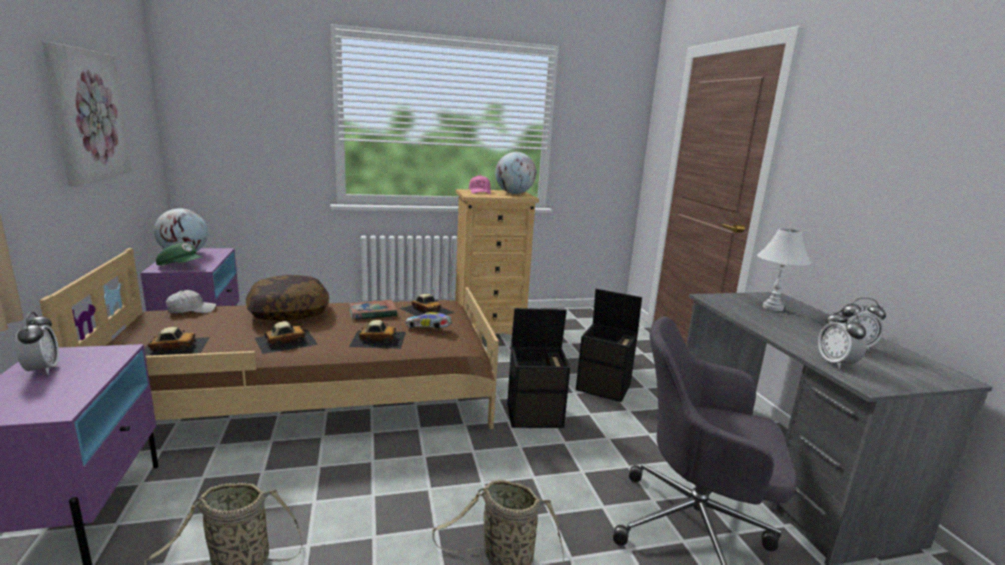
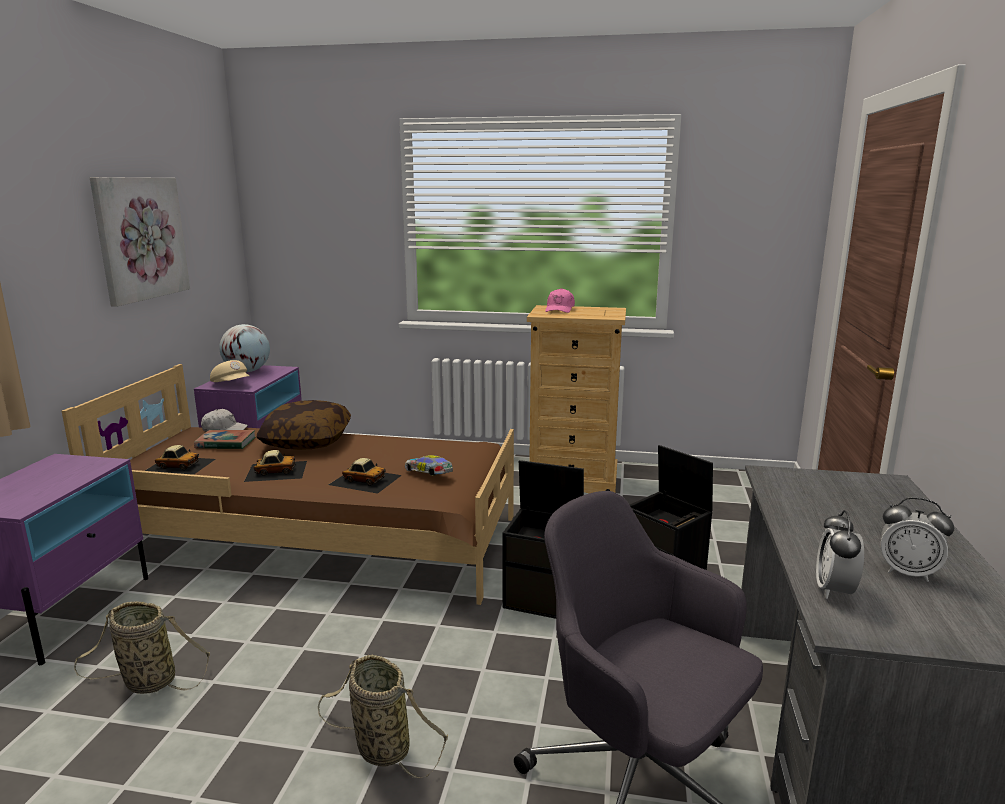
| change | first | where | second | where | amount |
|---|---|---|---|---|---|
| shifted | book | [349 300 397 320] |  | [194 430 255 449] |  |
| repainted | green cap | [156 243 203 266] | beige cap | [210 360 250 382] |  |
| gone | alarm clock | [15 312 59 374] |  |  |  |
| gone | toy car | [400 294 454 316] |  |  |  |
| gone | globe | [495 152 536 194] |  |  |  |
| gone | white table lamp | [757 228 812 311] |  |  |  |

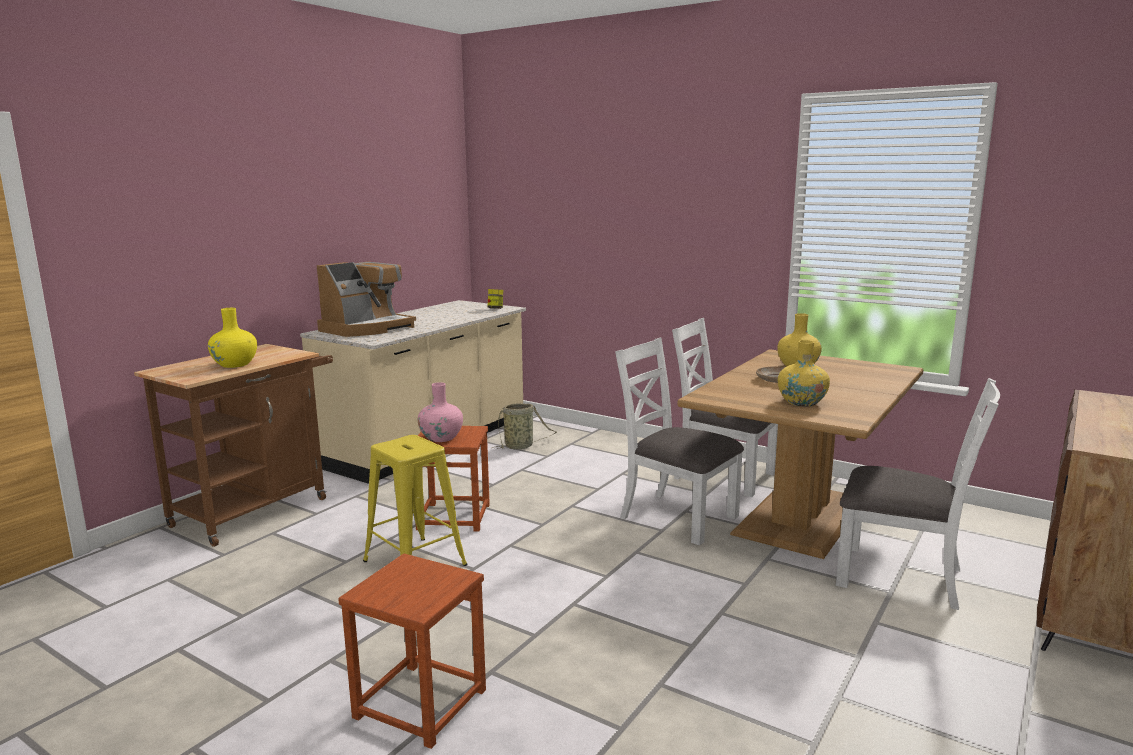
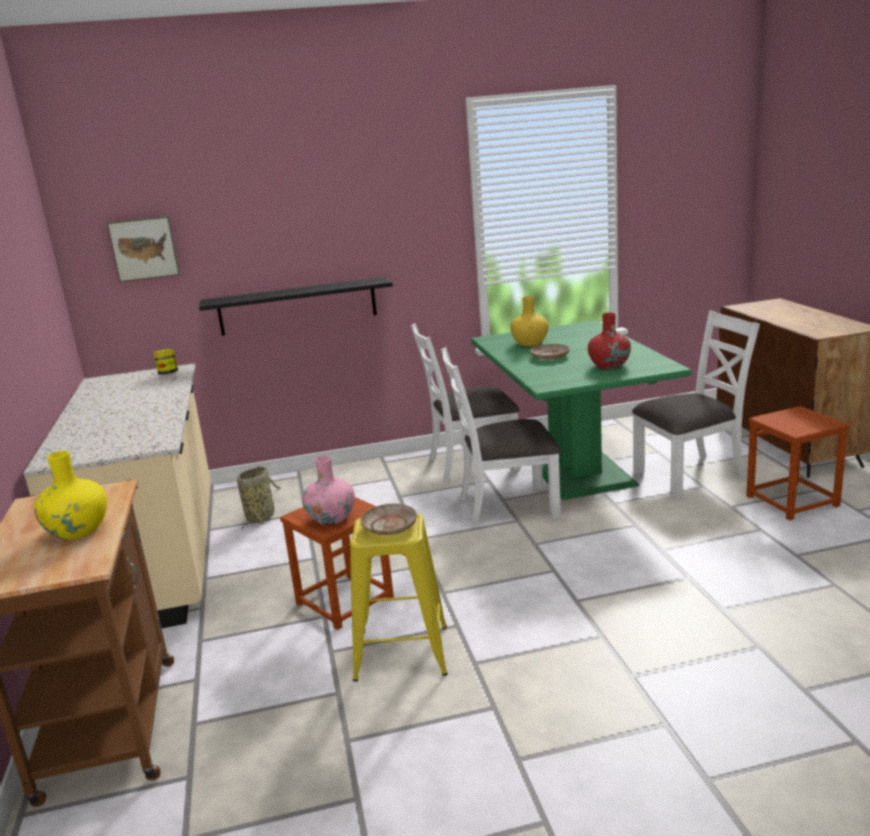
| change | first | where | second | where | amount |
|---|---|---|---|---|---|
| new |  |  | picture | [107 216 180 282] |  |
| new |  |  | black shelf | [199 277 393 336] |  |
| new |  |  | beige plate | [360 503 417 535] |  |
| repainted | brown dining table | [678 349 924 559] | green dining table | [471 321 692 500] |  |
| repainted | yellow vase | [778 340 830 406] | red vase | [588 313 631 369] |  |
| shifted | brown stool | [338 553 486 749] |  | [746 406 850 521] |  |
| gone | coffee machine | [317 262 416 337] |  |  |  |

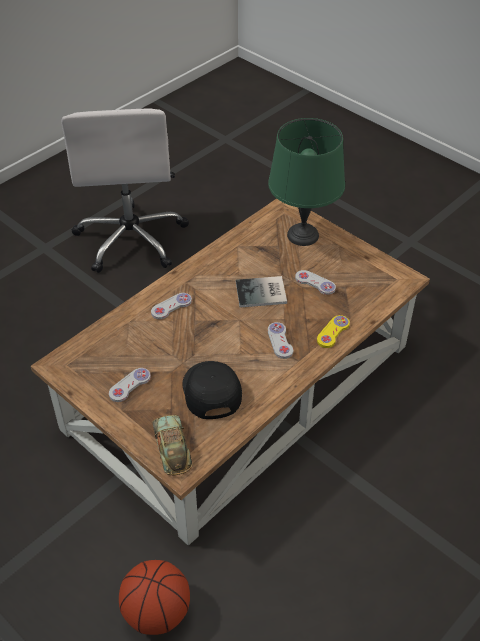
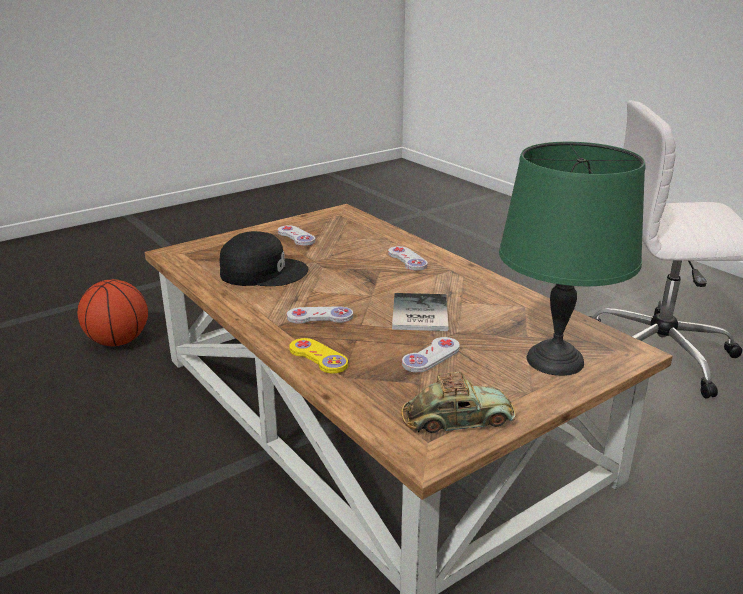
| change | first | where | second | where | amount |
|---|---|---|---|---|---|
| shifted | toy car | [152 415 192 475] |  | [401 372 516 433] |  |

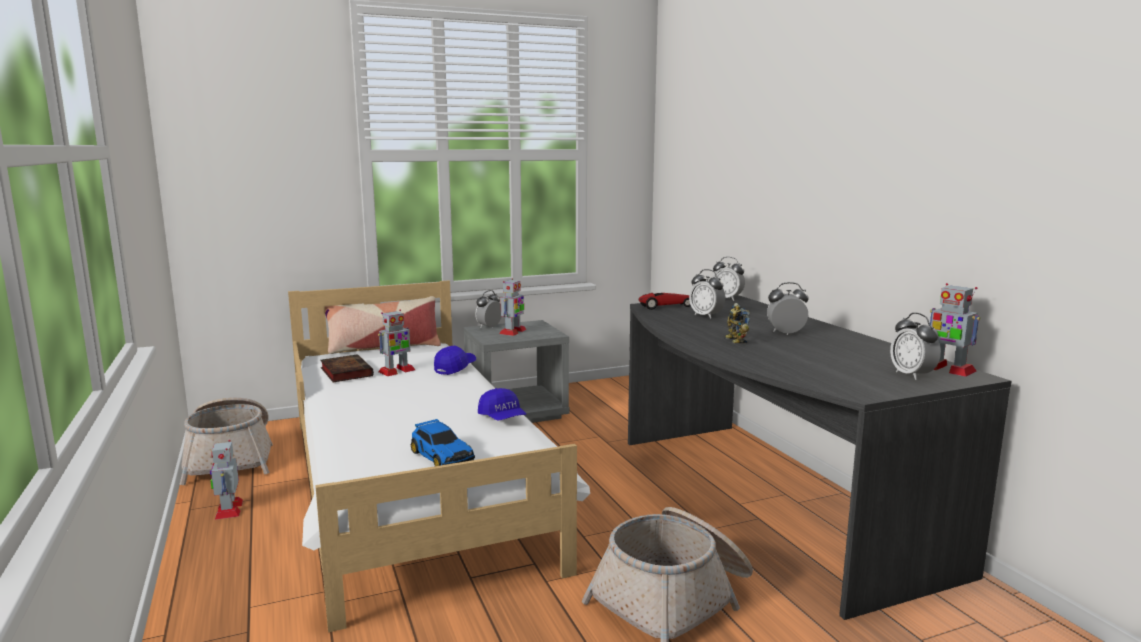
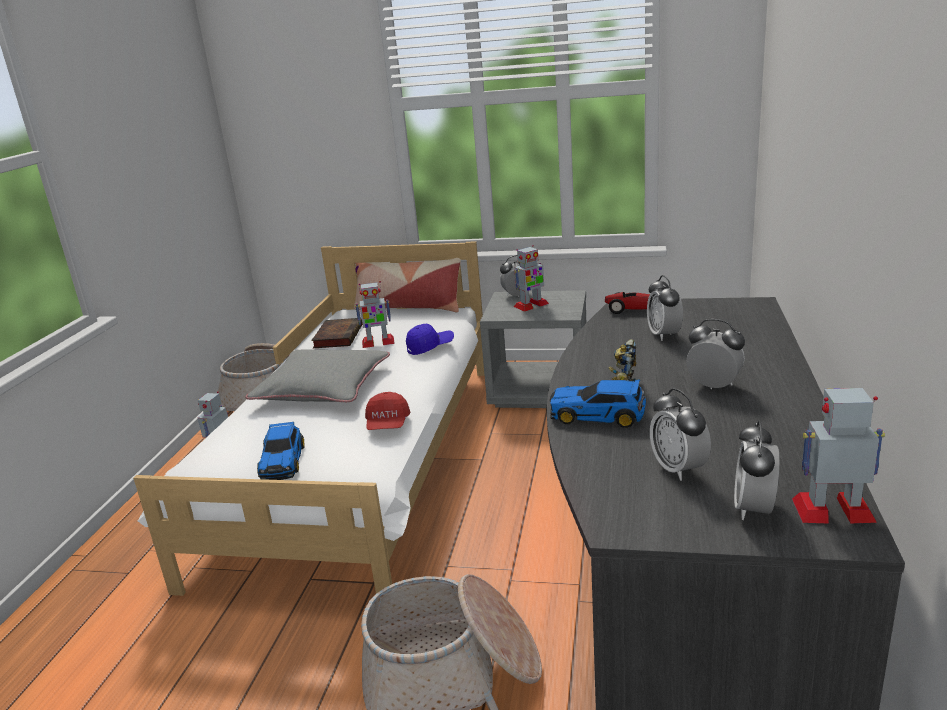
| change | first | where | second | where | amount |
|---|---|---|---|---|---|
| new |  |  | grey pillow | [245 349 390 402] |  |
| repainted | blue cap | [478 388 526 420] | red cap | [365 392 410 430] |  |
| new |  |  | toy car | [550 379 646 428] |  |
| shifted | alarm clock | [712 257 745 301] |  | [650 388 711 481] |  |
| rotated | toy robot | [930 283 980 377] |  | [792 388 885 523] | 105 degrees clockwise |

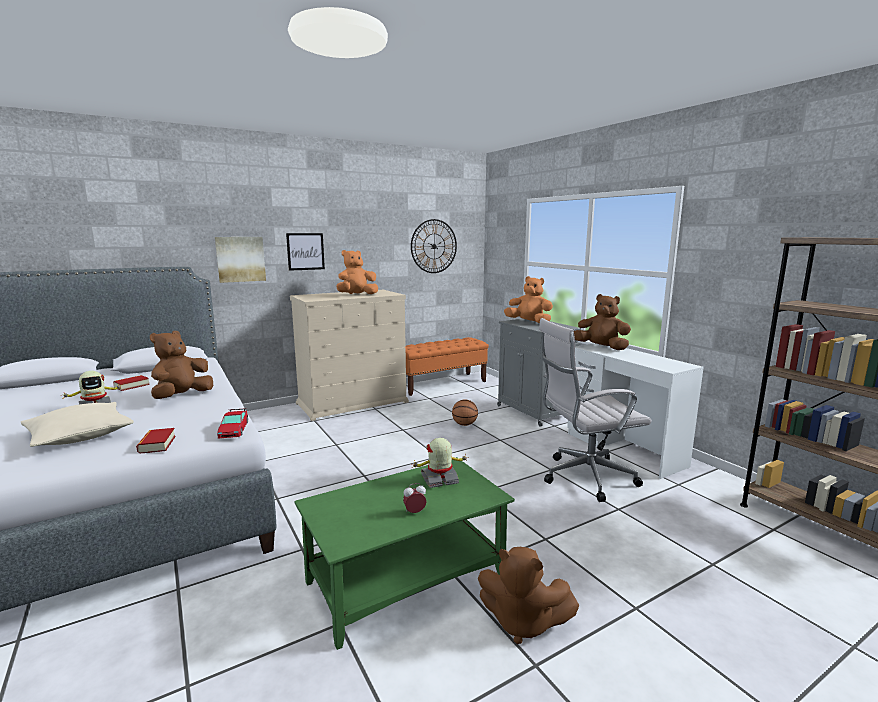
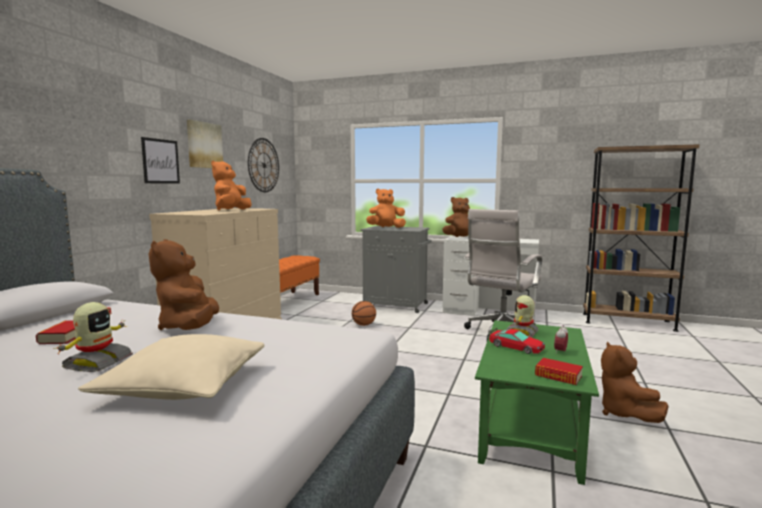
| change | first | where | second | where | amount |
|---|---|---|---|---|---|
| shifted | picture | [215 237 266 283] |  | [187 120 223 168] |  |
| shifted | toy car | [217 409 248 439] |  | [489 328 545 354] |  |
| shifted | book | [136 428 176 454] |  | [535 358 583 385] |  |
| rotated | brown plush toy | [478 547 579 644] |  | [601 341 669 423] | 105 degrees clockwise |

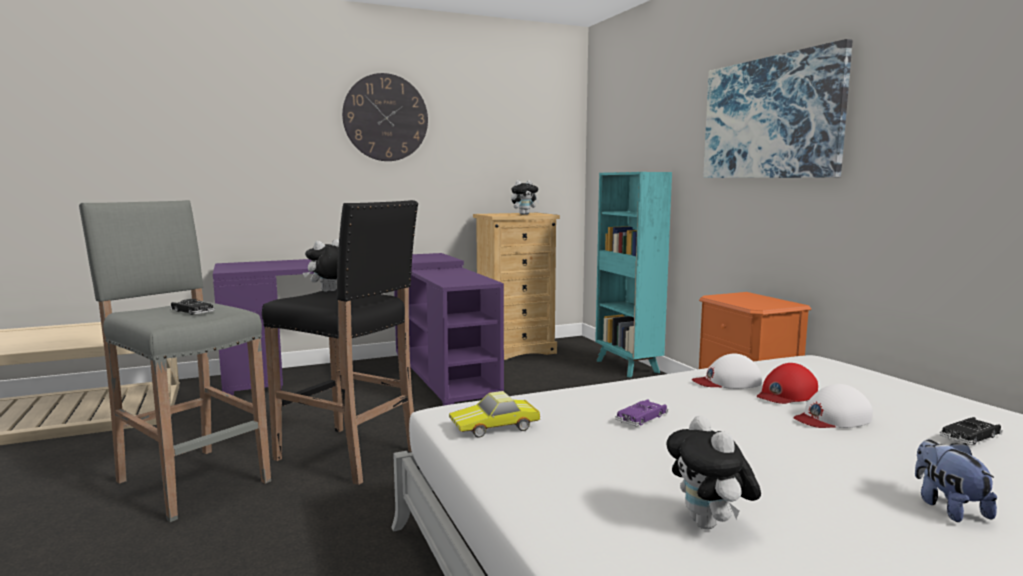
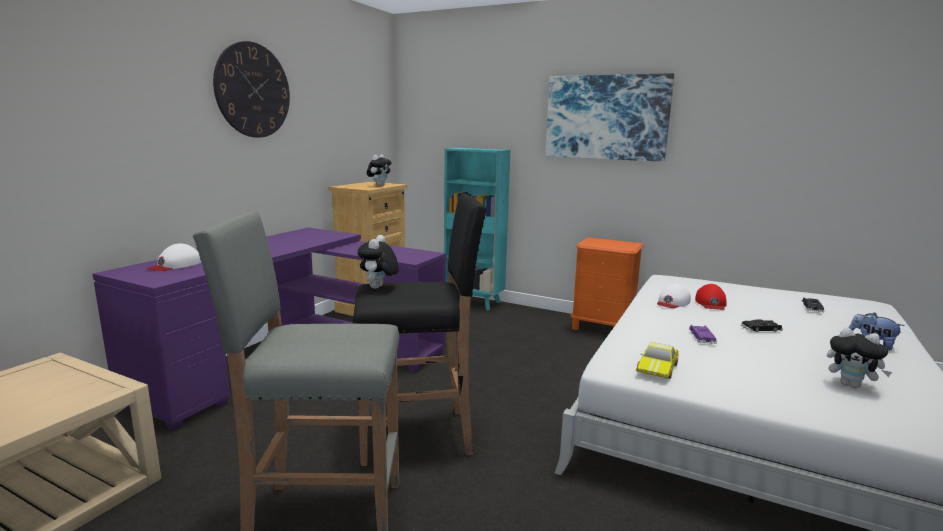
| change | first | where | second | where | amount |
|---|---|---|---|---|---|
| shifted | white cap | [793 384 873 428] |  | [147 243 201 271] |  |
| shifted | black toy car | [170 299 215 315] |  | [741 319 783 332] |  |

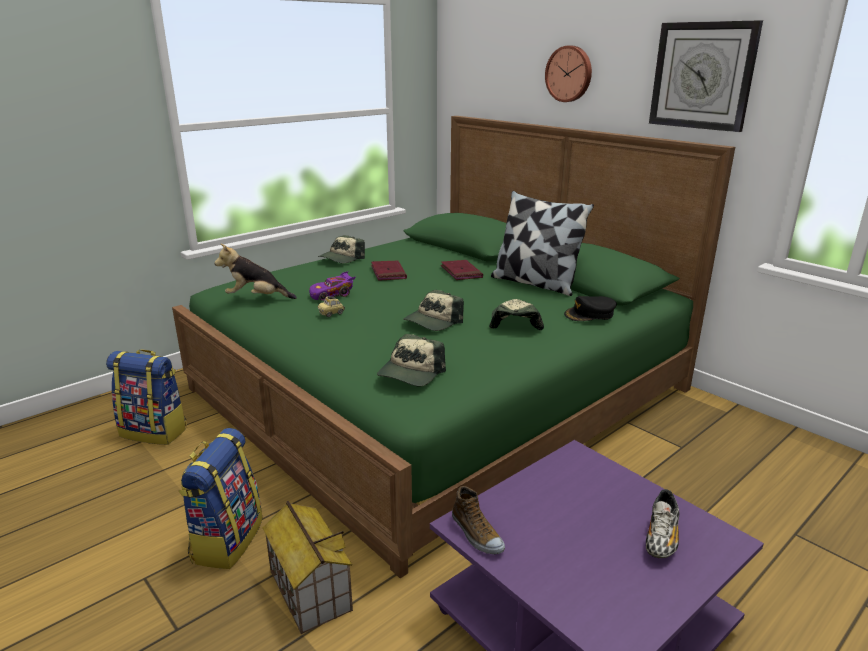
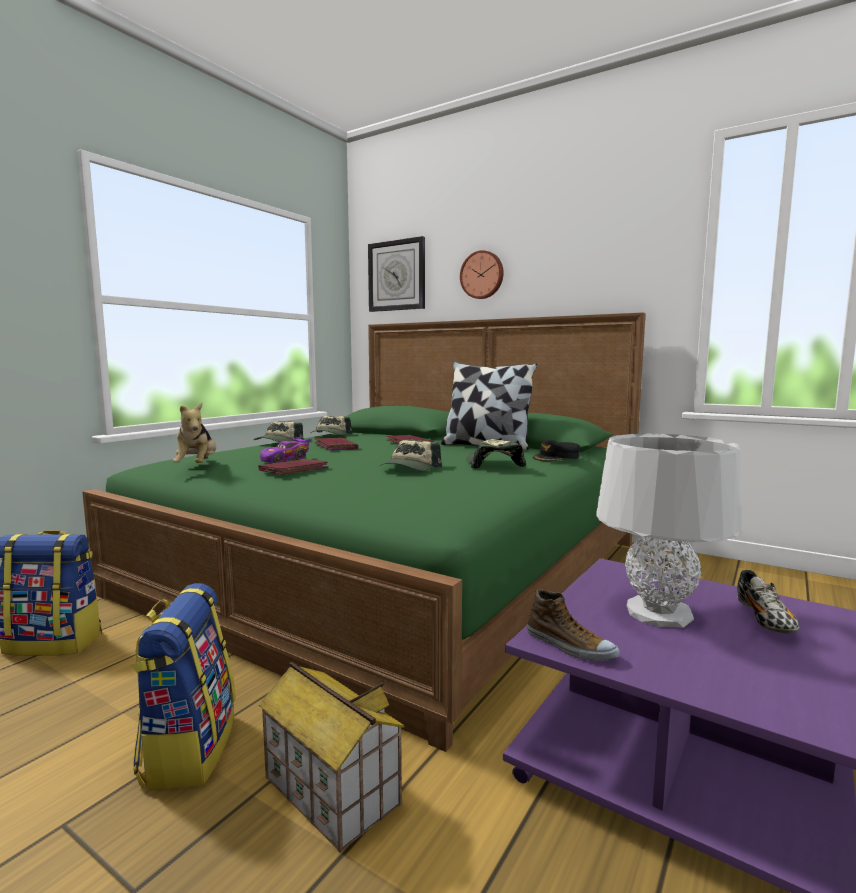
| change | first | where | second | where | amount |
|---|---|---|---|---|---|
| rotated | plush toy | [215 243 297 299] |  | [173 403 216 463] | 90 degrees counterclockwise |
| swapped | toy car | [318 296 345 317] | red book | [259 459 328 475] |  |
| shifted | cap | [377 334 446 386] |  | [310 416 352 435] |  |
| shifted | wall clock | [649 20 763 132] |  | [368 236 425 312] |  |
| new |  |  | grey table lamp | [597 434 742 628] |  |

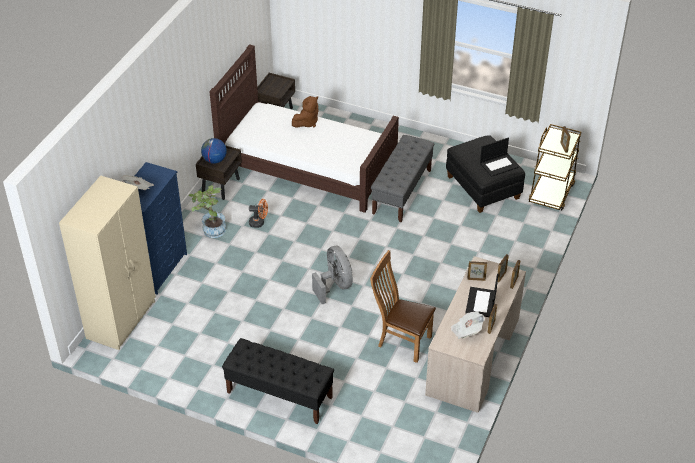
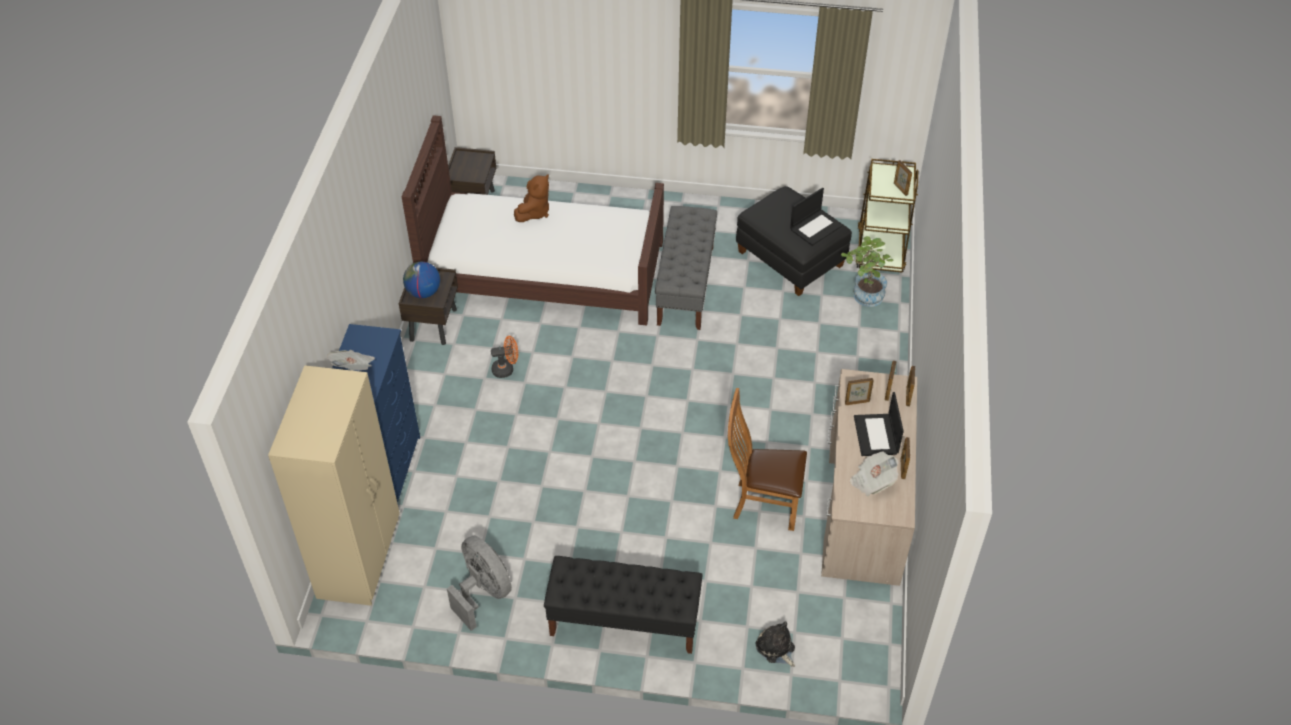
| change | first | where | second | where | amount |
|---|---|---|---|---|---|
| shifted | grey fan | [312 246 353 304] |  | [447 536 512 631] |  |
| new |  |  | plush toy | [755 621 795 667] |  |
| shifted | potted plant | [189 185 226 238] |  | [841 236 893 307] |  |

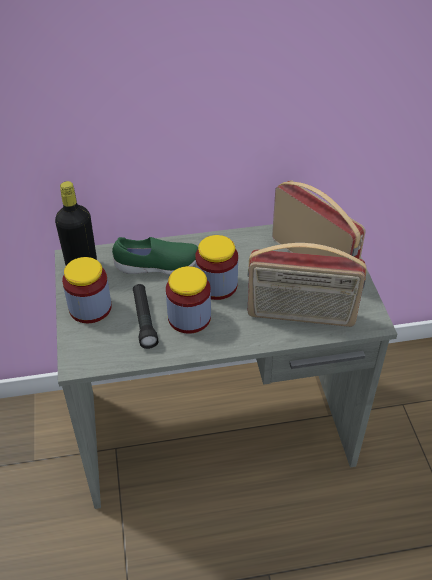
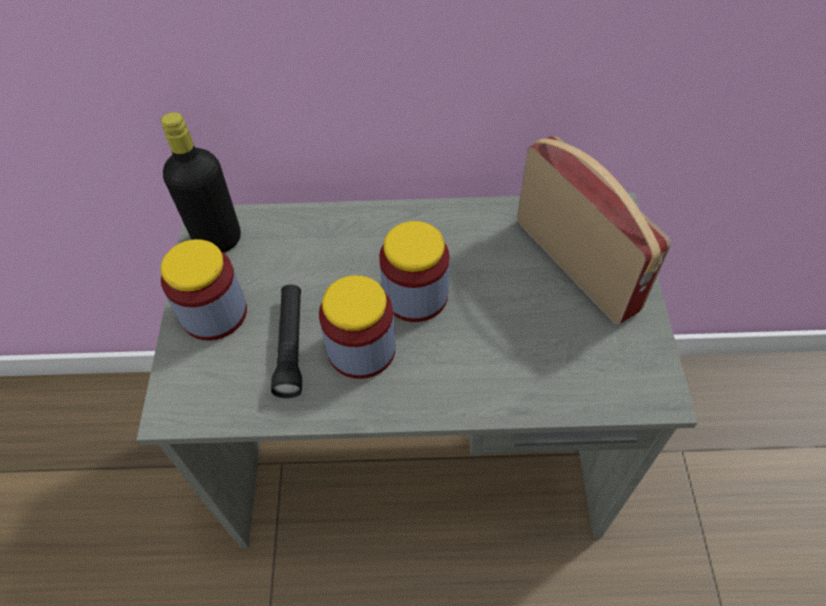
| change | first | where | second | where | amount |
|---|---|---|---|---|---|
| gone | green shoe | [112 237 198 275] |  |  |  |
| gone | radio | [247 243 367 327] |  |  |  |

